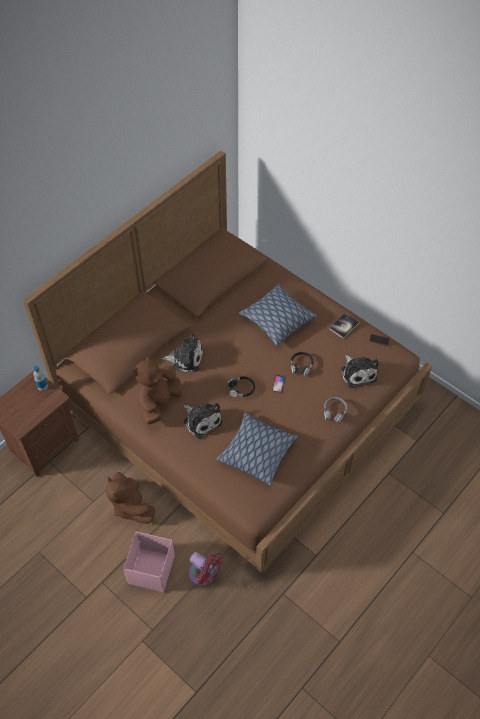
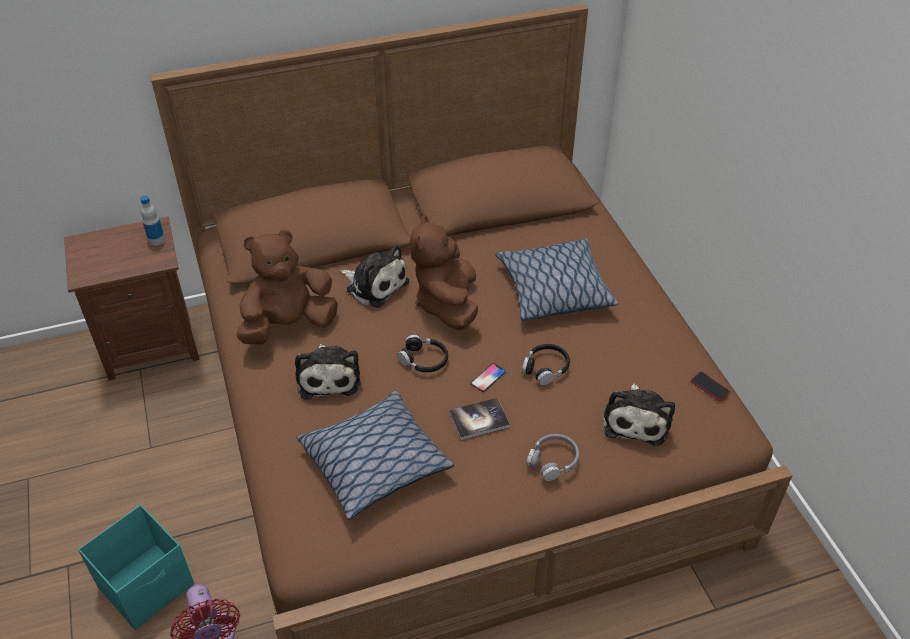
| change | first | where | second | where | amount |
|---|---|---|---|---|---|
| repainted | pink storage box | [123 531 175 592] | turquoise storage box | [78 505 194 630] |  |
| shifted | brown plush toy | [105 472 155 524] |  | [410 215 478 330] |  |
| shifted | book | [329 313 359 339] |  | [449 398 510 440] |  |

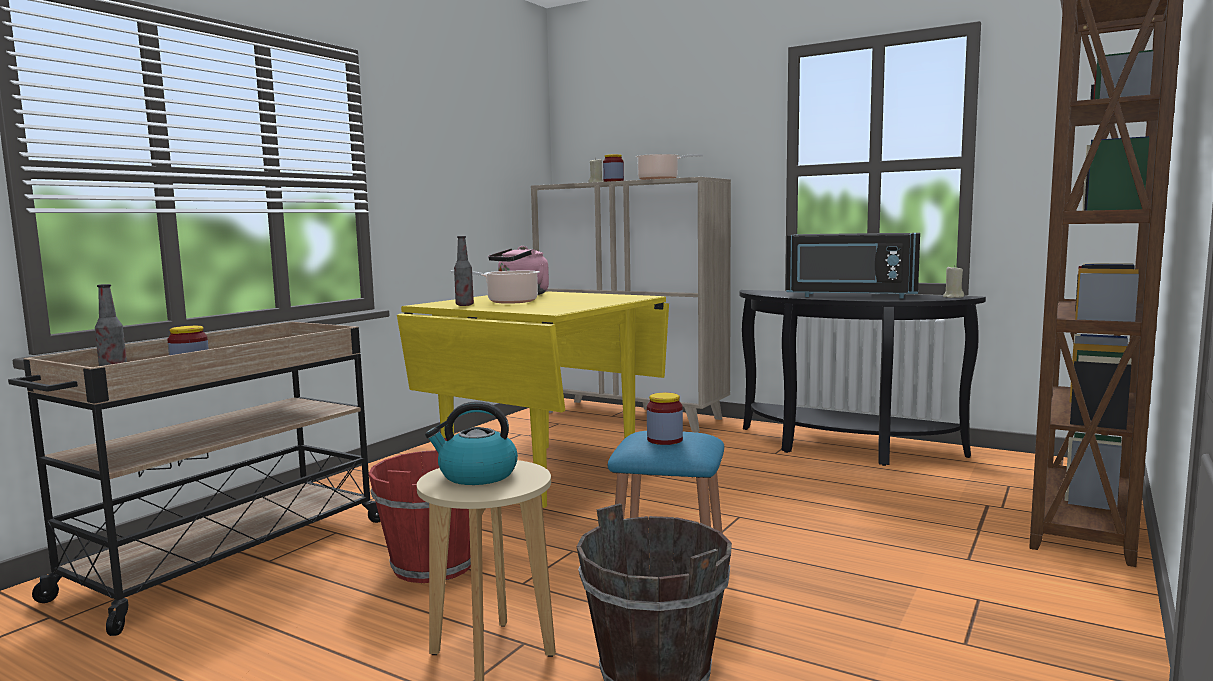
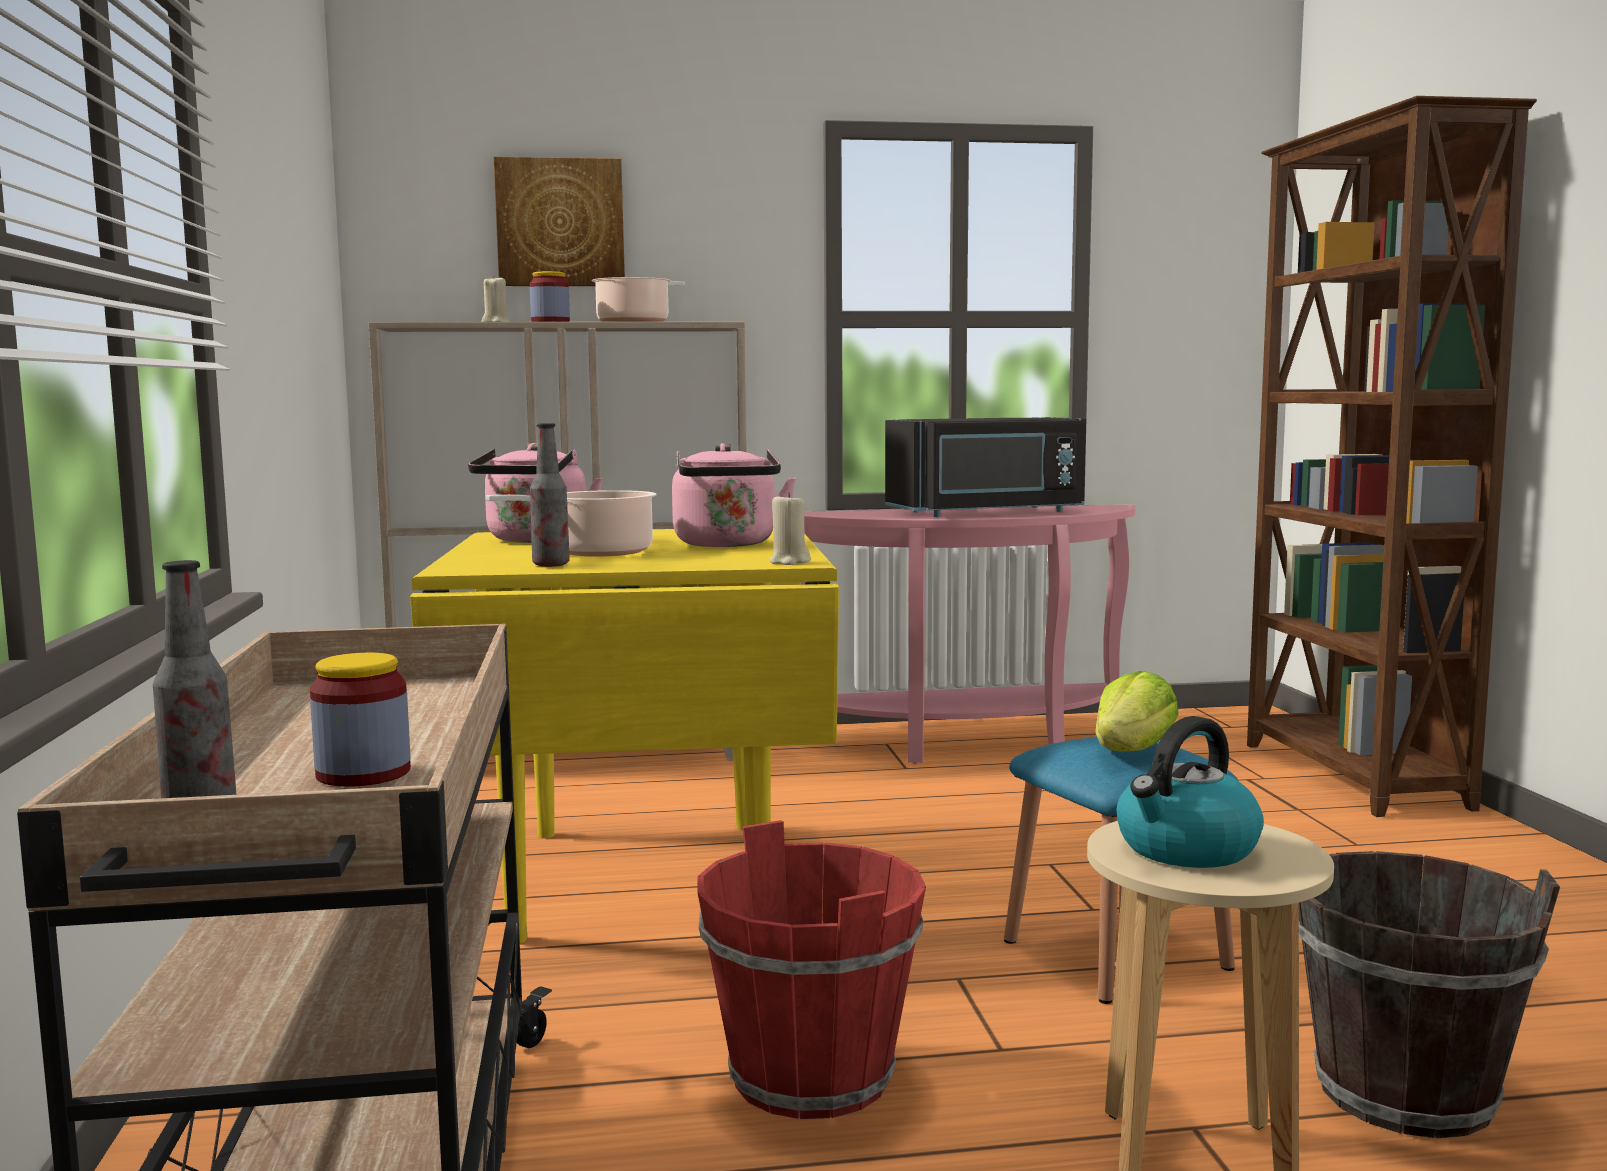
| change | first | where | second | where | amount |
|---|---|---|---|---|---|
| new |  |  | picture | [494 157 625 286] |  |
| new |  |  | pink kettle | [672 443 796 547] |  |
| shifted | beige candle | [943 265 964 298] |  | [770 492 811 565] |  |
| repainted | black console table | [739 290 986 466] | pink console table | [800 505 1135 764] |  |
| swapped | jar | [647 393 683 445] | lettuce | [1095 671 1179 752] |  |

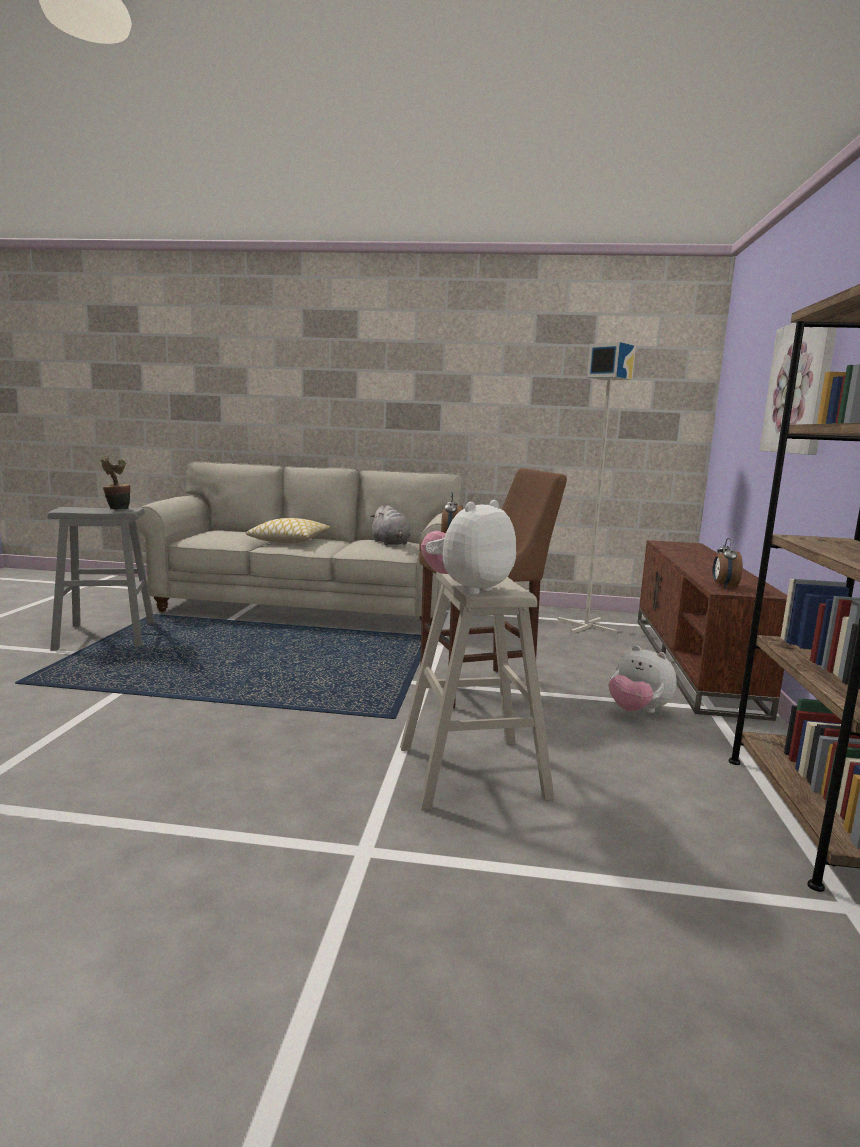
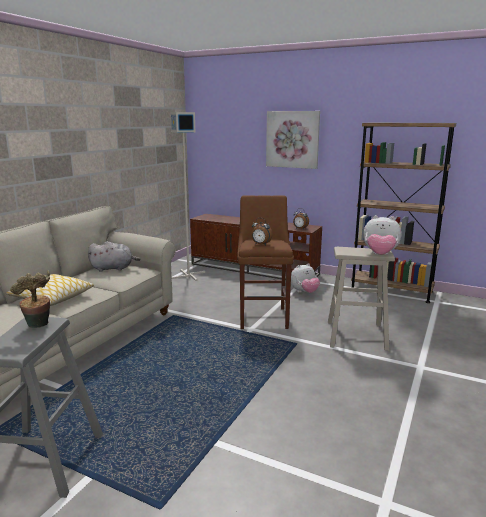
| change | first | where | second | where | amount |
|---|---|---|---|---|---|
| rotated | plush toy | [421 500 516 595] |  | [363 215 401 255] | 45 degrees counterclockwise |

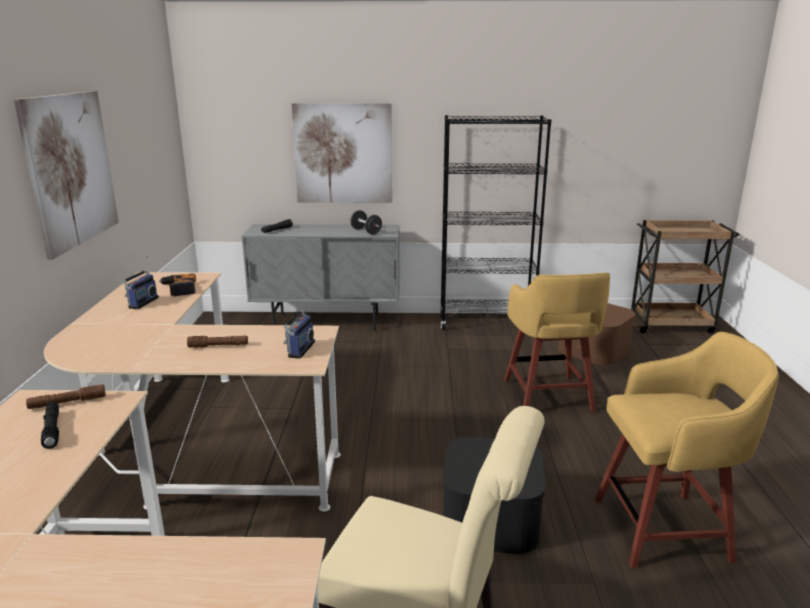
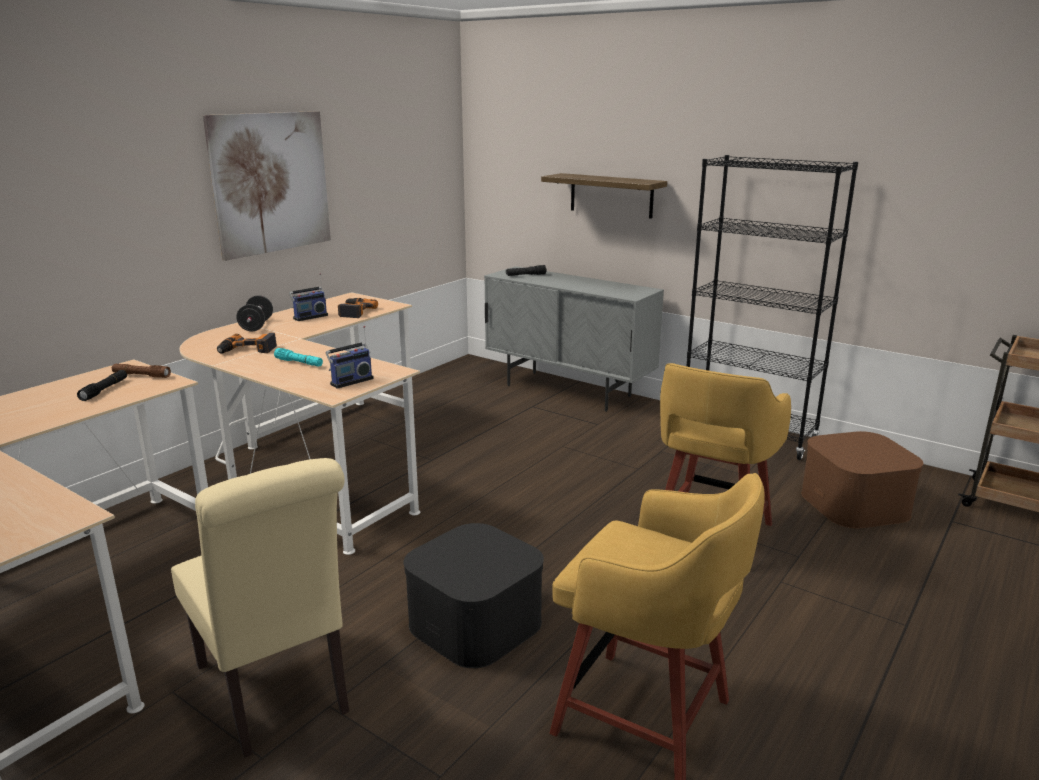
| change | first | where | second | where | amount |
|---|---|---|---|---|---|
| new |  |  | power drill | [217 333 277 354] |  |
| shifted | black dumbbell | [350 210 382 235] |  | [236 295 273 331] |  |
| repainted | brown flashlight | [187 336 248 348] | turquoise flashlight | [274 348 323 367] |  |
| swapped | picture | [292 103 392 203] | shelf | [541 173 667 219] |  |

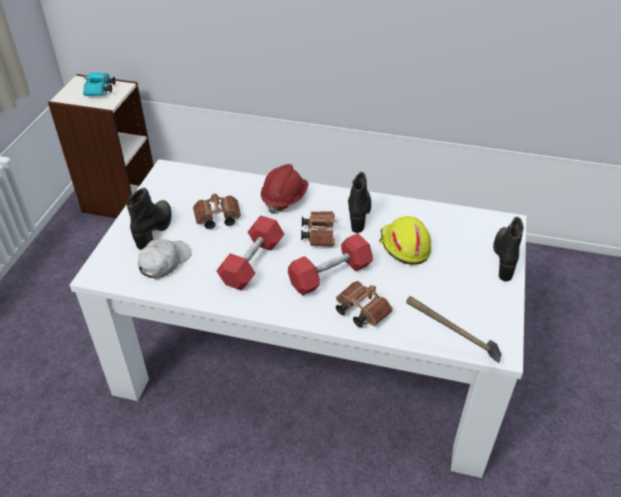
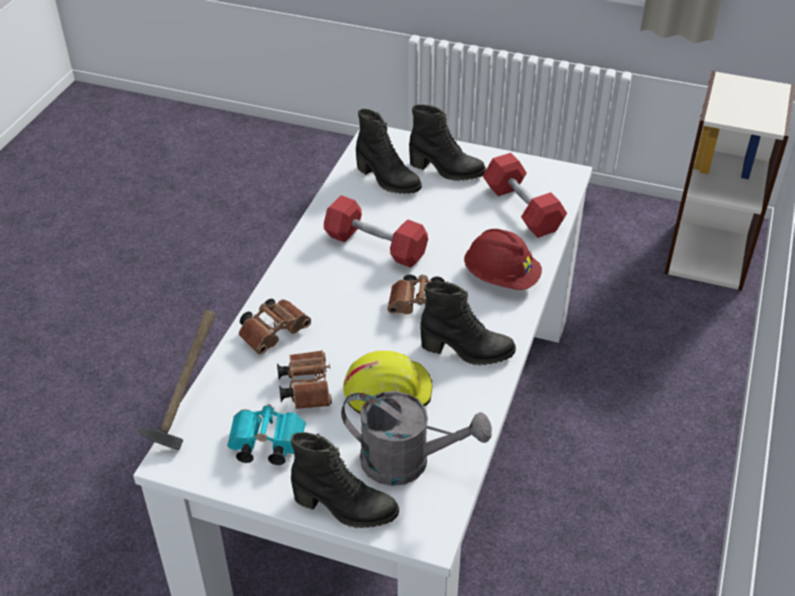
| change | first | where | second | where | amount |
|---|---|---|---|---|---|
| shifted | turquoise binoculars | [83 72 115 96] |  | [227 404 306 465] |  |
| shifted | brown binoculars | [193 194 241 229] |  | [277 350 332 409] |  |
| new |  |  | grey watering can | [341 391 492 486] |  |
| swapped | white cap | [138 239 192 279] | black boot | [356 109 422 194] |  |
| shifted | red dumbbell | [288 233 373 295] |  | [483 153 567 238] |  |

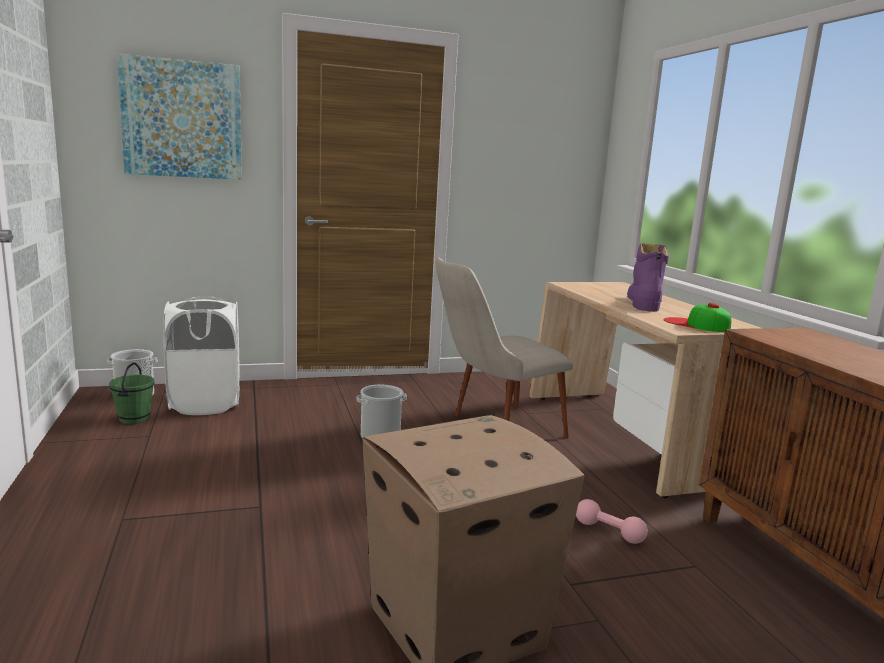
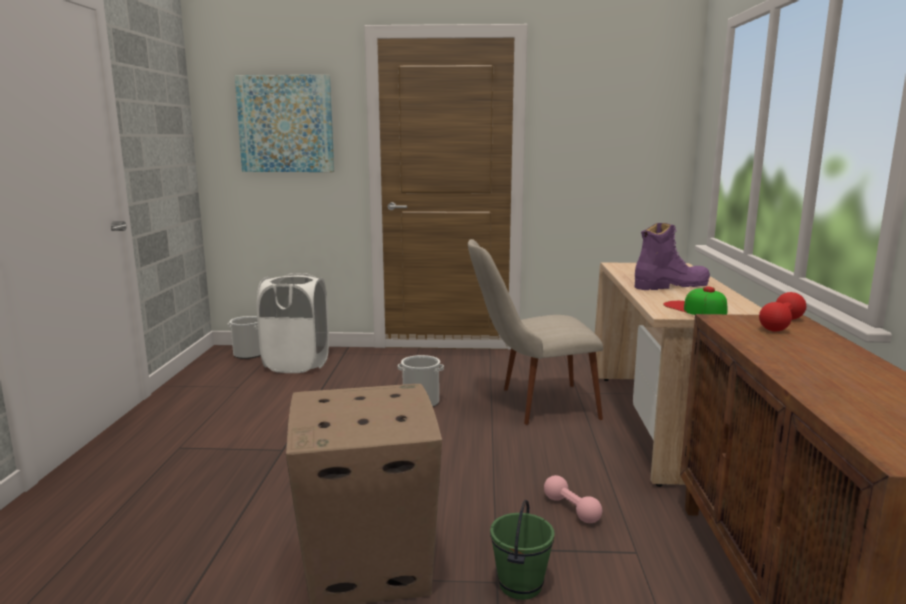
| change | first | where | second | where | amount |
|---|---|---|---|---|---|
| shifted | green bucket | [109 362 154 424] |  | [490 500 555 600] |  |
| rotated | purple boot | [627 243 669 312] |  | [635 223 710 290] | 45 degrees clockwise |
| new |  |  | red dumbbell | [759 292 806 332] |  |

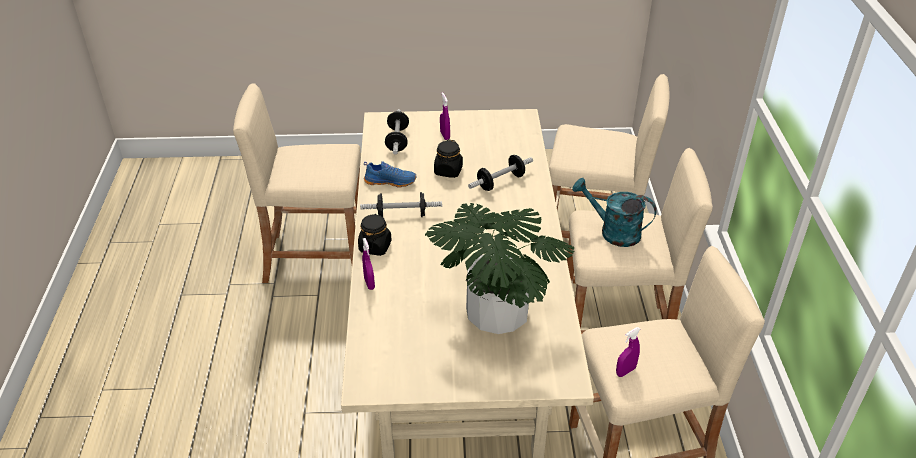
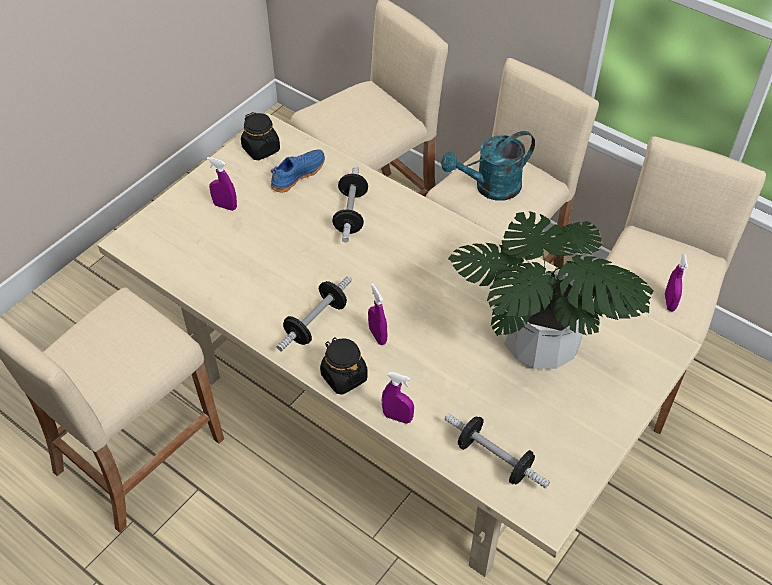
| change | first | where | second | where | amount |
|---|---|---|---|---|---|
| shifted | black jar | [434 139 463 178] |  | [241 112 280 160] |  |
| shifted | blue shoe | [364 161 416 188] |  | [271 149 325 193] |  |
| new |  |  | purple spray bottle | [368 283 387 345] |  |
| shifted | dumbbell | [385 109 409 155] |  | [445 413 550 489] |  |

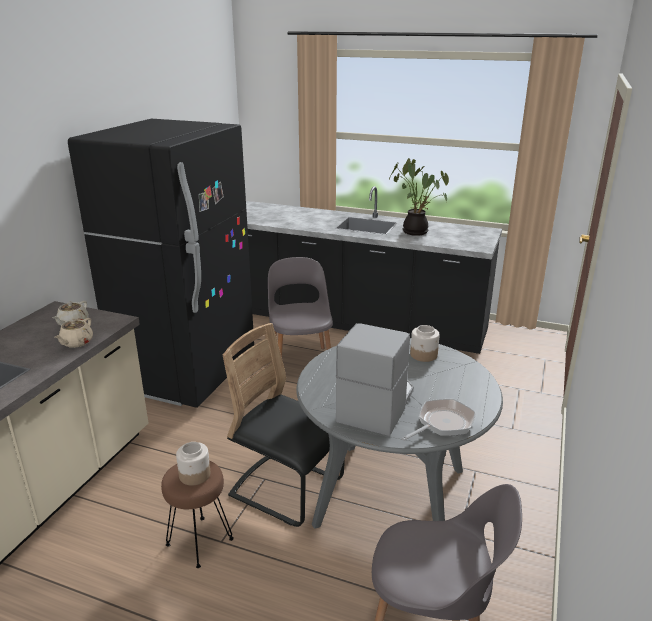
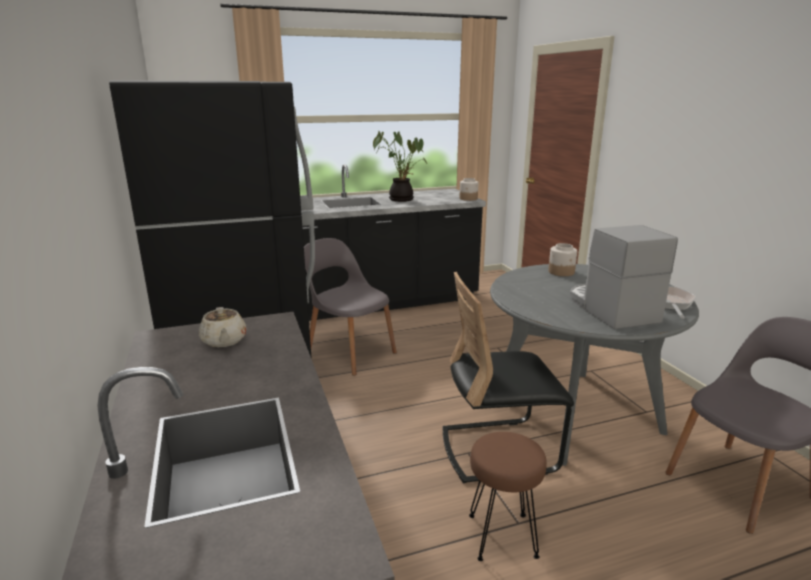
| change | first | where | second | where | amount |
|---|---|---|---|---|---|
| shifted | jar | [176 442 210 485] |  | [460 178 478 201] |  |
| gone | beige teapot | [55 318 93 348] |  |  |  |

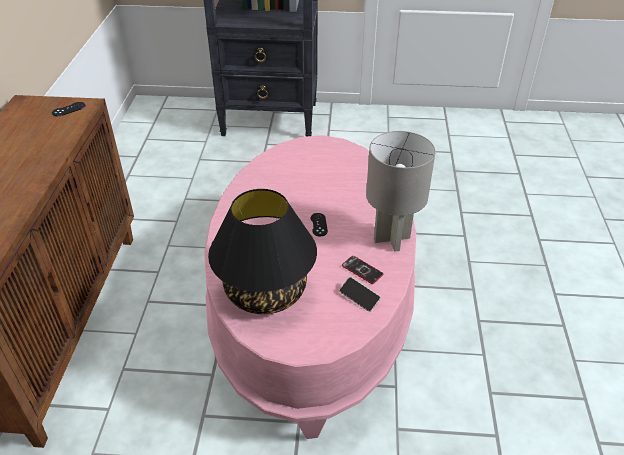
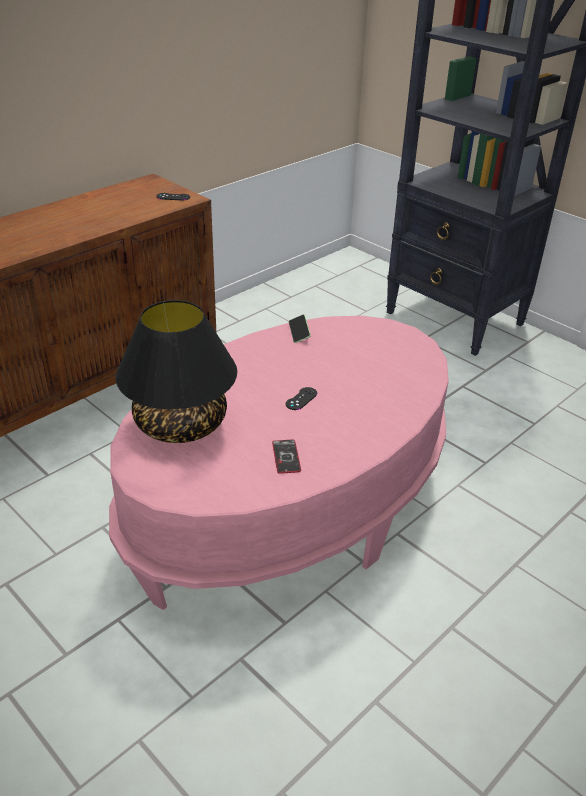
| change | first | where | second | where | amount |
|---|---|---|---|---|---|
| shifted | phone | [339 277 381 312] |  | [289 314 311 343] |  |
| gone | grey table lamp | [366 131 436 252] |  |  |  |

